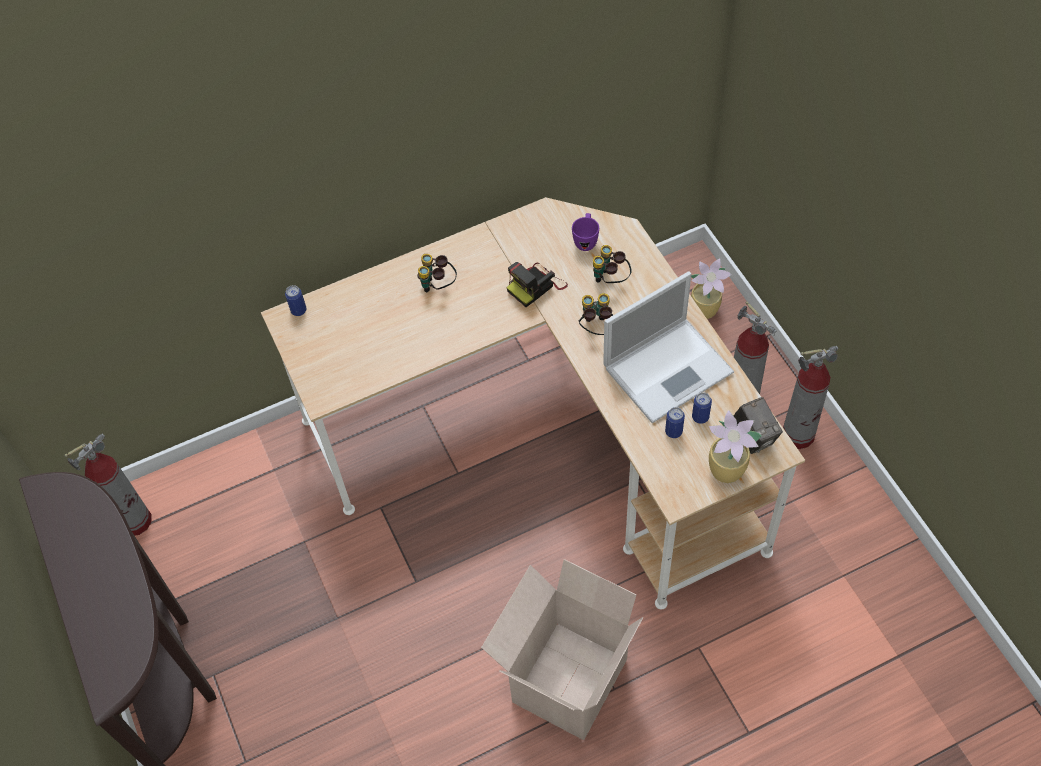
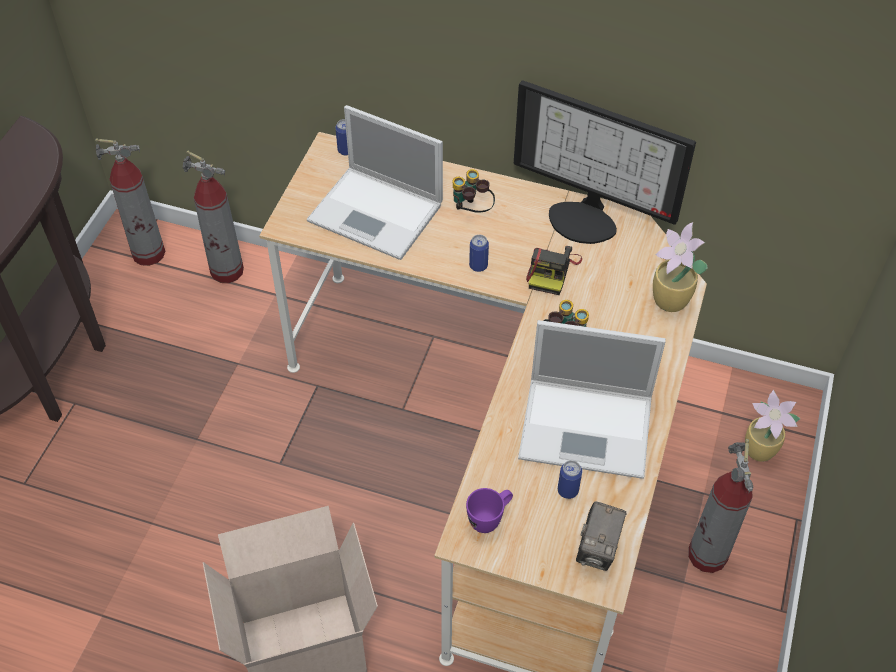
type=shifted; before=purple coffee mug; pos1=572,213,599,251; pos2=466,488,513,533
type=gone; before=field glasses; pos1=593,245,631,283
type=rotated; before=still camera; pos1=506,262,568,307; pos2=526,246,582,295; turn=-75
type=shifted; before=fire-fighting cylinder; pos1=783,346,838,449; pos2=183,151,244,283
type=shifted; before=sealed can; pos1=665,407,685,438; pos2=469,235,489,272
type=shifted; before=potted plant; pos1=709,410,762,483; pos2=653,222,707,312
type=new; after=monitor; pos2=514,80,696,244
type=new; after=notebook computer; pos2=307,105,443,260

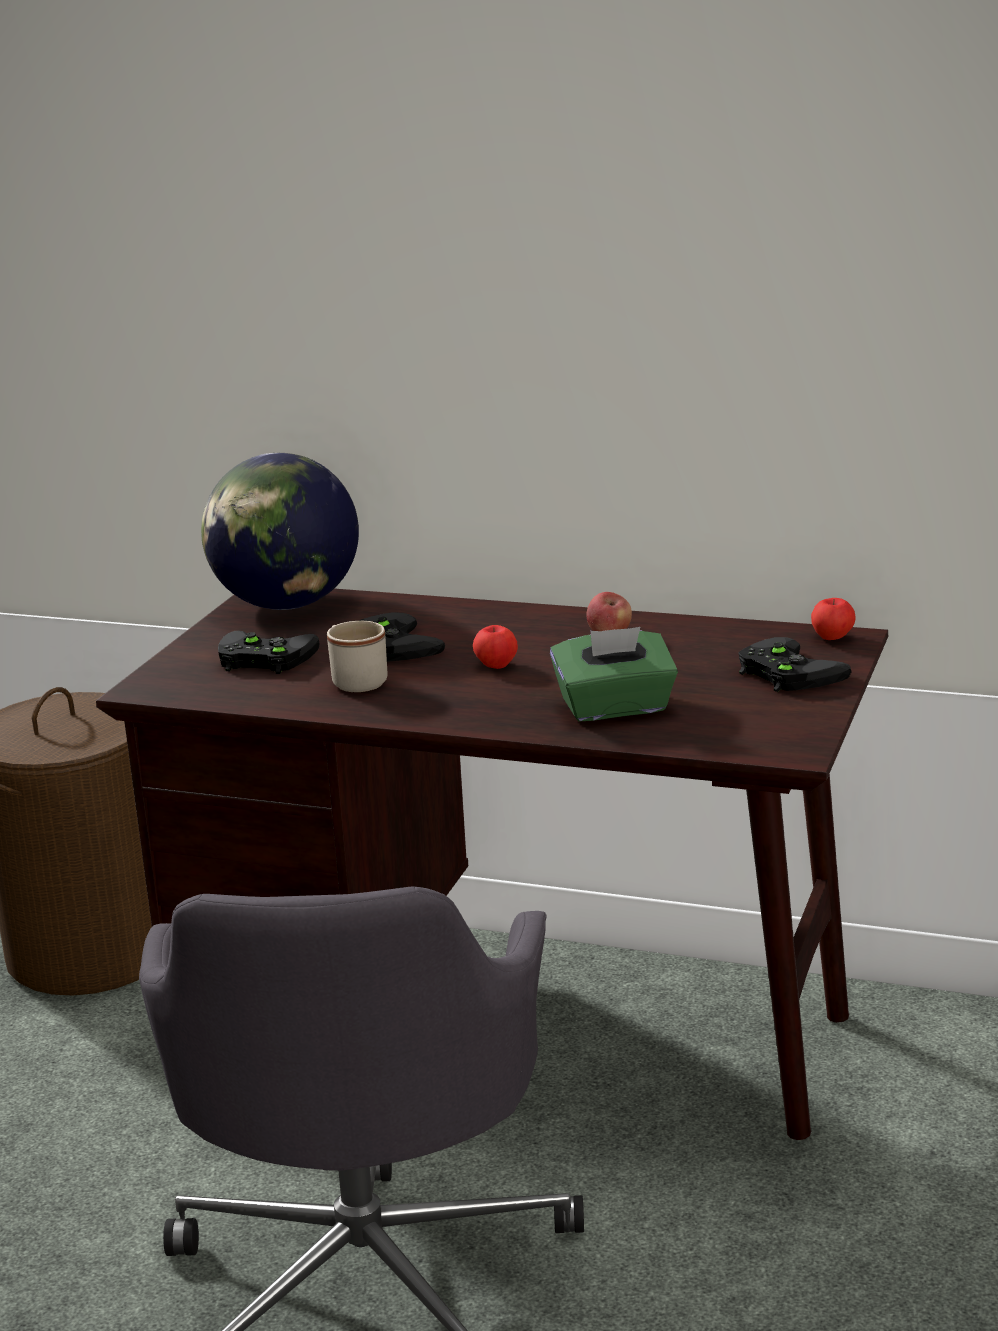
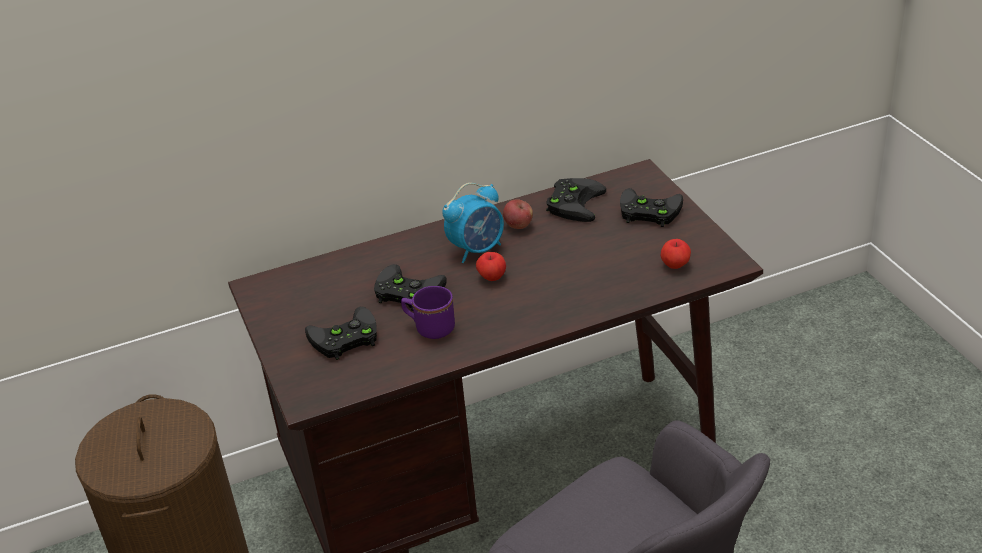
type=gone; before=desk globe; pos1=201,453,359,610
type=shifted; before=whole apple; pos1=811,598,856,640; pos2=661,239,691,269
type=repainted; before=beige coffee mug; after=purple coffee mug; pos1=327,621,387,692; pos2=401,286,455,339
type=gone; before=green-coloured tissue box; pos1=550,627,678,722
type=new; after=black gamepad; pos2=546,178,606,222
type=new; after=alarm clock; pos2=442,183,504,263

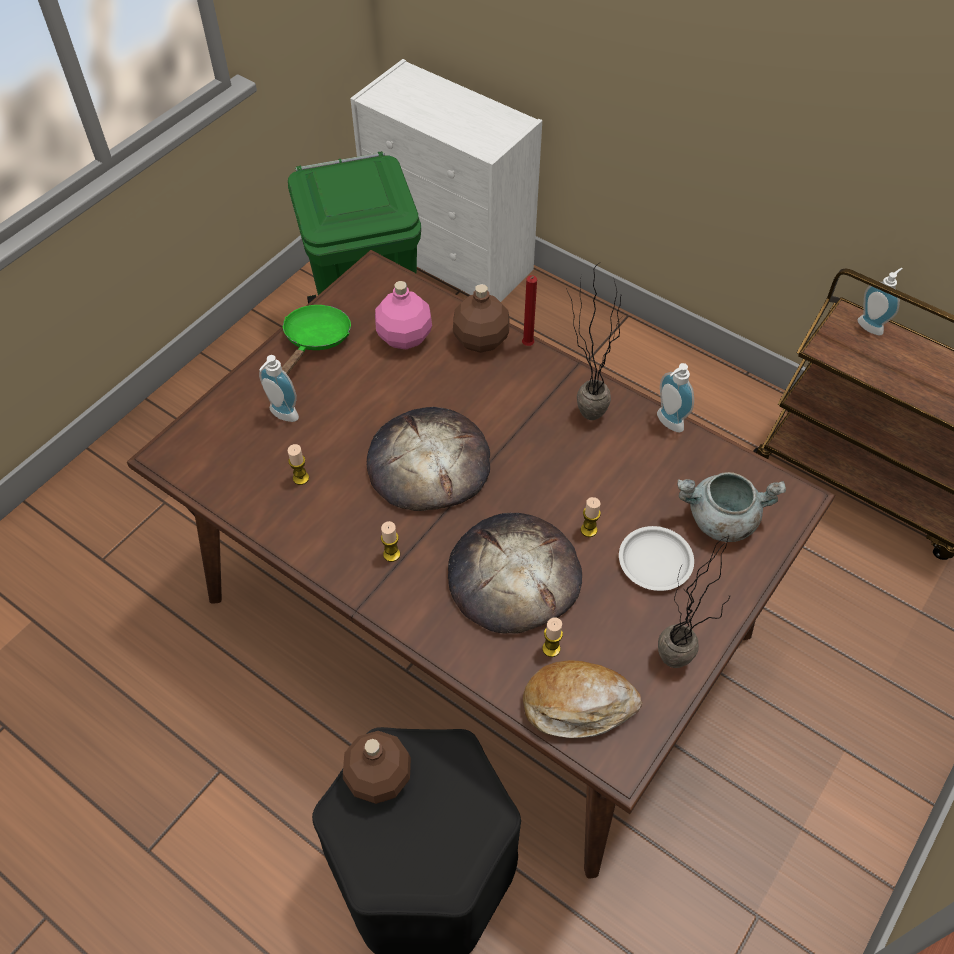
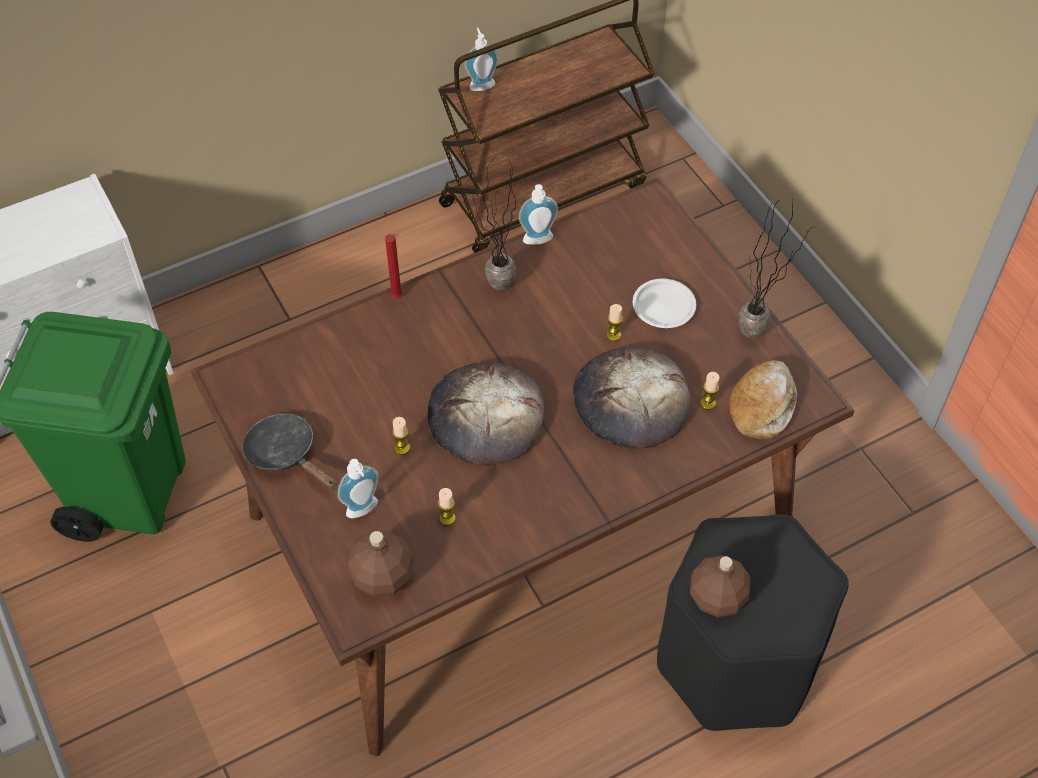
type=gone; before=pink bottle; pos1=375,281,432,349
type=shifted; before=brown-coloured bottle; pos1=453,284,509,353; pos2=348,531,414,597
type=repainted; before=green-coloured skillet; after=black skillet; pos1=282,305,351,375; pos2=242,414,337,489
type=gone; before=grey cooking pot; pos1=677,472,786,542
type=shifted; before=wax light; pos1=381,521,400,562; pos2=392,417,410,455

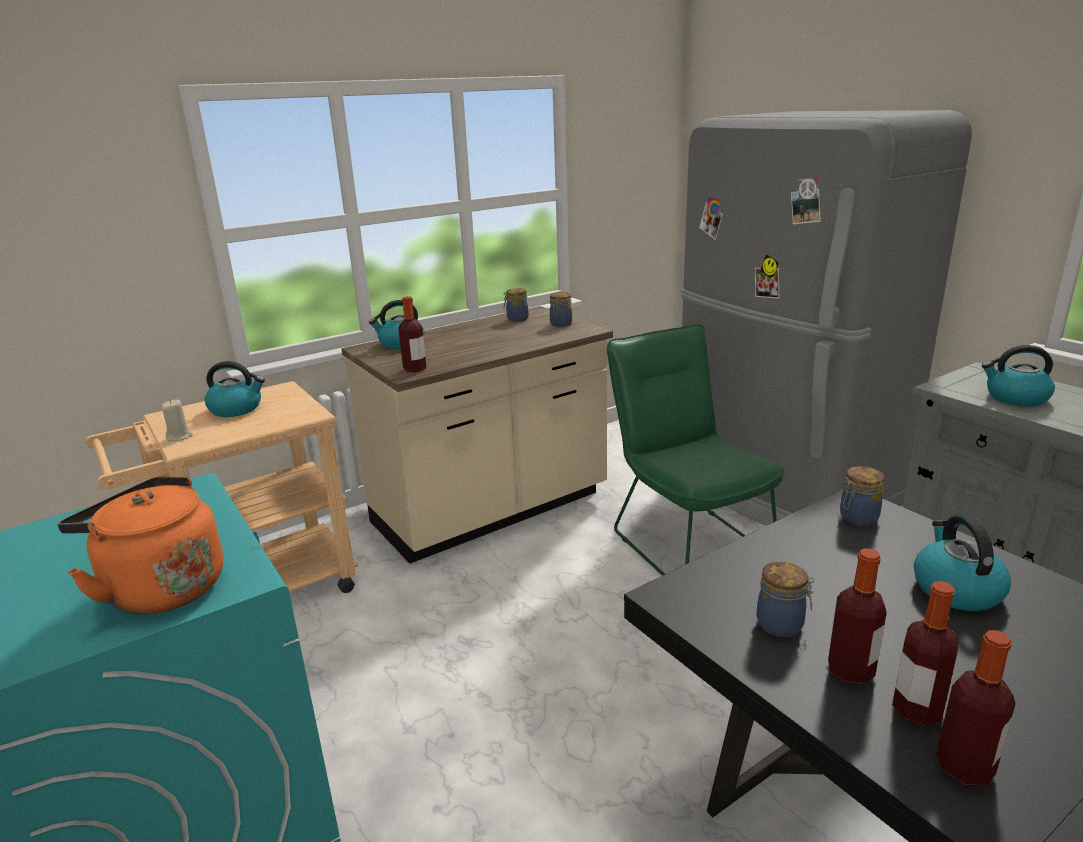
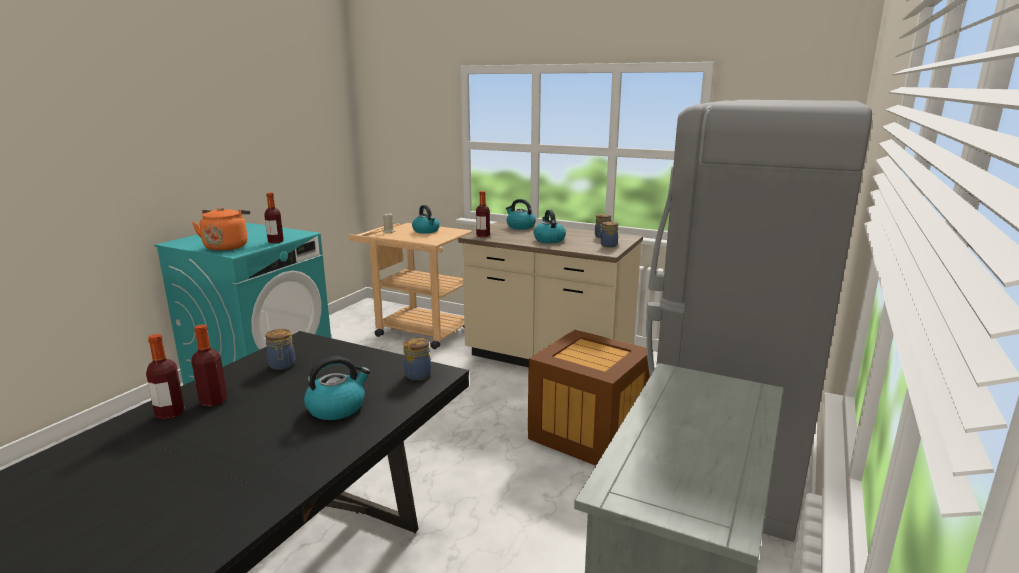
type=swapped; before=green-coloured upright chair; after=shipping crate; pos1=607,324,785,576; pos2=528,330,650,466
type=shifted; before=water kettle; pos1=982,345,1055,406; pos2=534,210,566,243
type=shifted; before=bottle; pos1=828,548,887,684; pos2=264,193,284,243

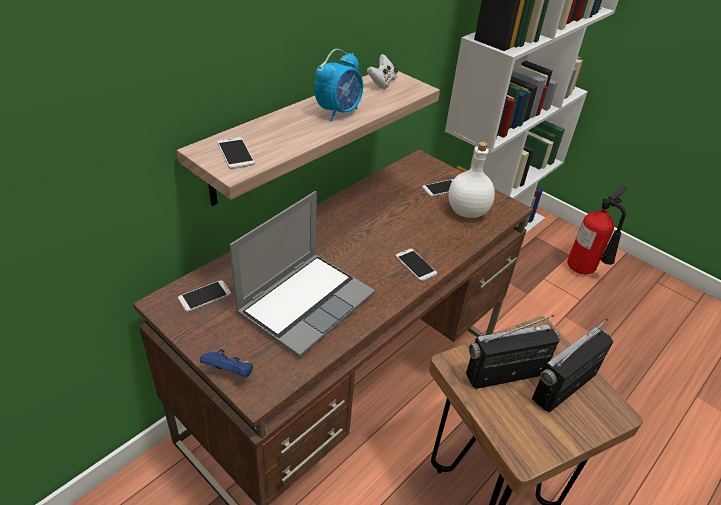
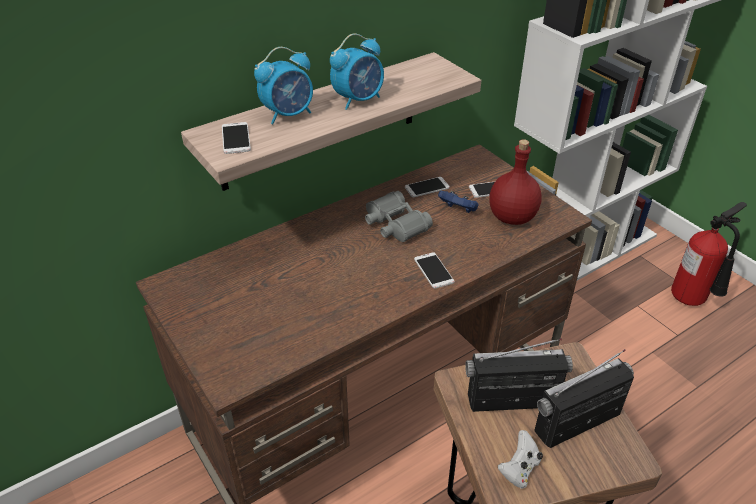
type=shifted; before=white-coloured gamepad; pos1=367,54,398,89; pos2=498,430,543,489
type=repainted; before=white-coloured bottle; after=red bottle; pos1=448,142,495,218; pos2=489,139,542,225
type=gone; before=notebook computer; pos1=230,191,375,358
type=shifted; before=handset; pos1=178,280,231,312; pos2=405,177,450,197
type=shifted; before=bluish gamepad; pos1=200,349,253,377; pos2=438,191,478,213
type=new; after=alarm clock; pos2=254,47,313,125
type=new; after=grey field glasses; pos2=365,191,433,242

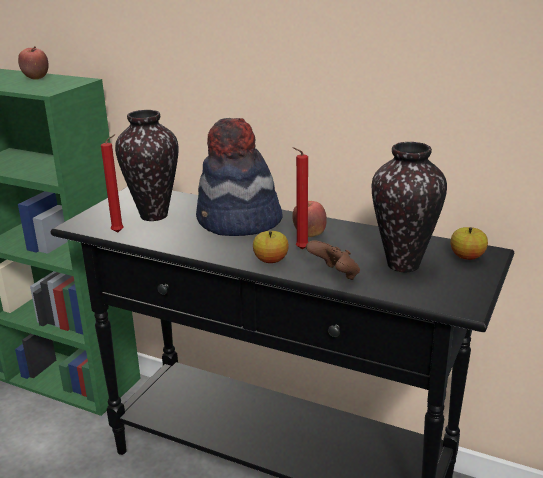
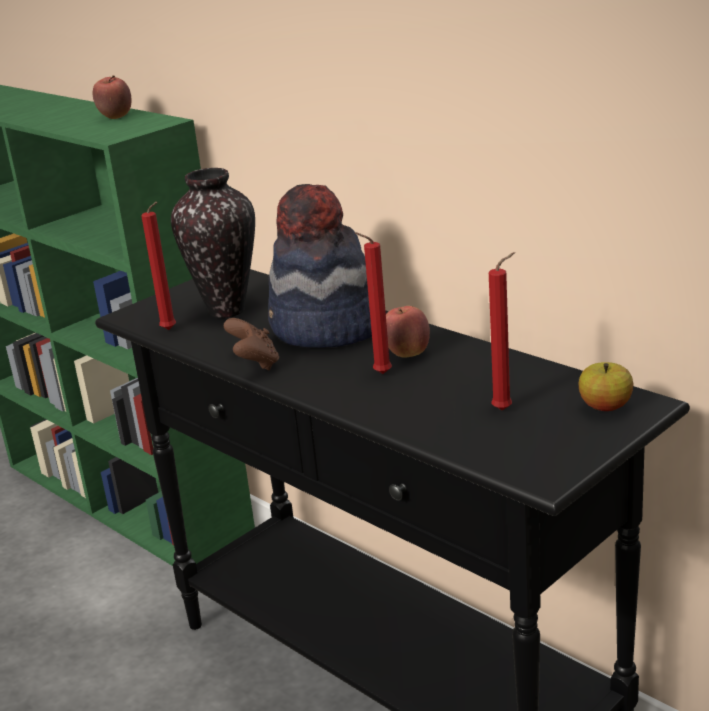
type=swapped; before=vase; after=red wax light; pos1=372,142,447,272; pos2=489,252,515,410
type=gone; before=whole apple; pos1=253,231,289,263
type=shifted; before=brown-coloured gamepad; pos1=306,240,360,280; pos2=224,318,279,370

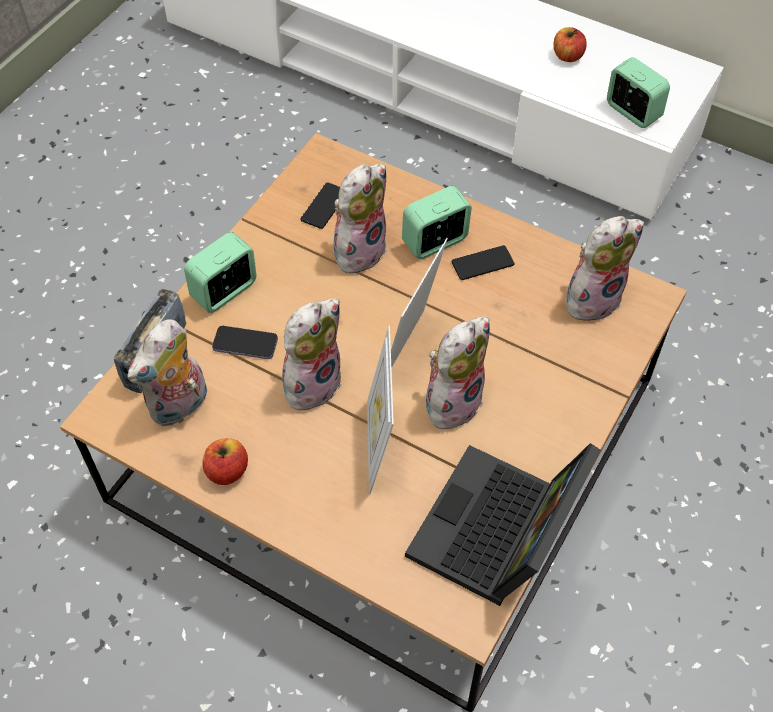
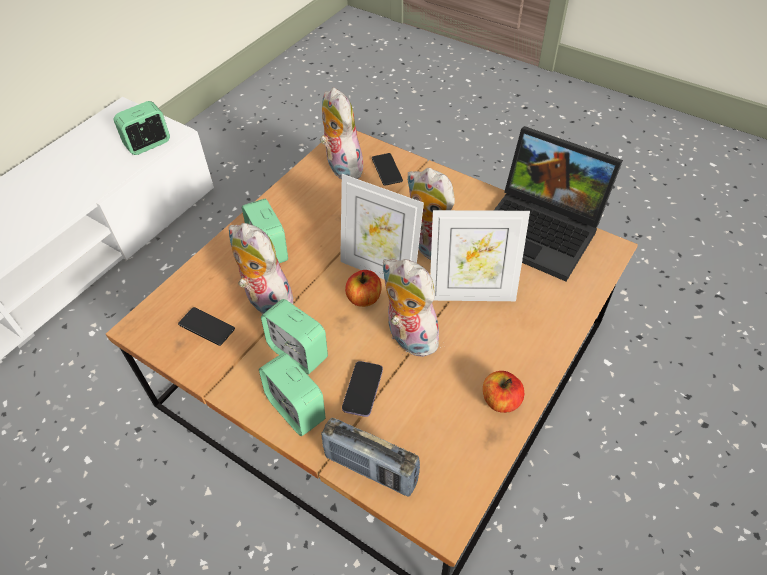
type=shifted; before=whole apple; pos1=554,27,587,62; pos2=345,270,382,307
type=shifted; before=handset; pos1=451,245,515,280; pos2=372,153,403,186
type=gone; before=cuddly toy; pos1=127,319,207,426
type=new; after=alarm clock; pos2=261,299,328,375

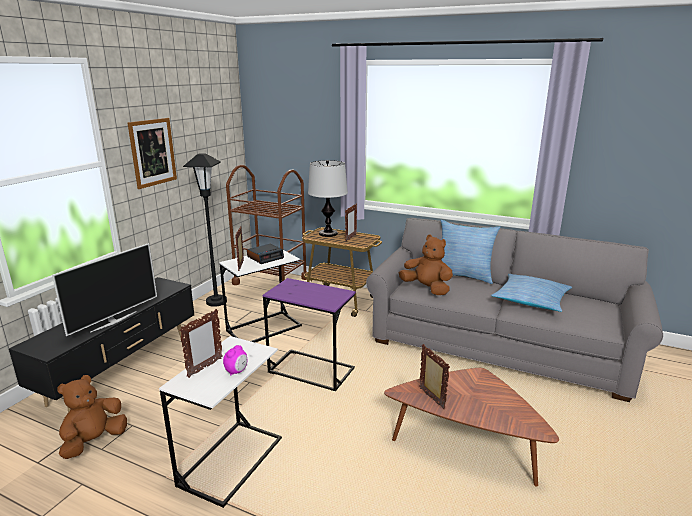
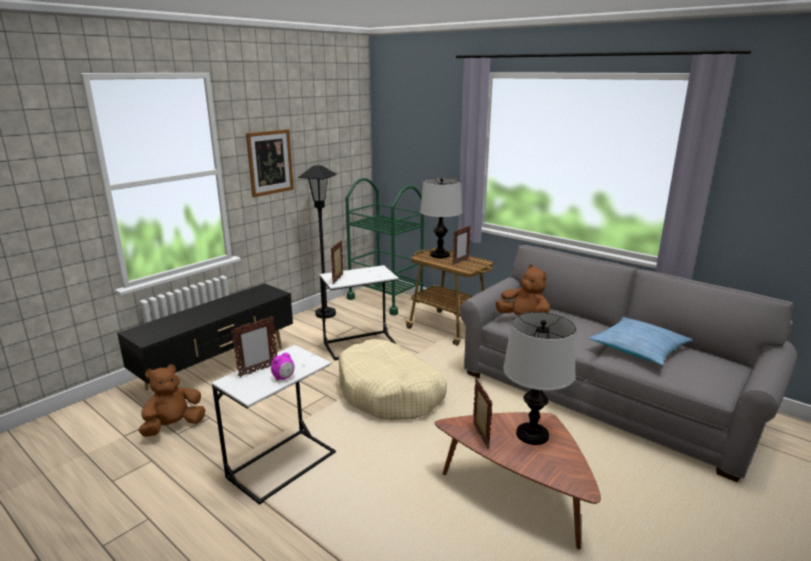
type=repainted; before=brown-coloured trolley; after=green-coloured trolley; pos1=226,165,307,285; pos2=345,178,424,315
type=gone; before=pillow; pos1=441,220,500,284
type=gone; before=television; pos1=52,243,157,336
type=gone; before=alarm clock; pos1=247,244,284,264
type=swapped; before=purple side table; after=beige dog bed; pos1=263,278,356,391; pos2=339,339,447,420
type=new; after=tabletop lamp; pos2=503,312,576,445

